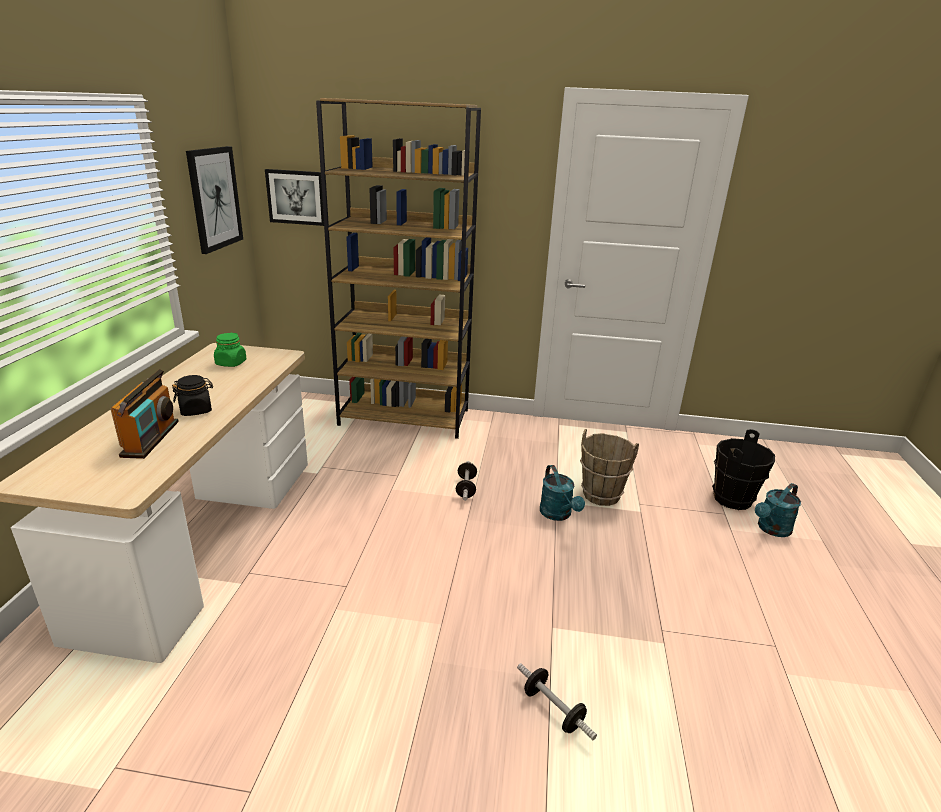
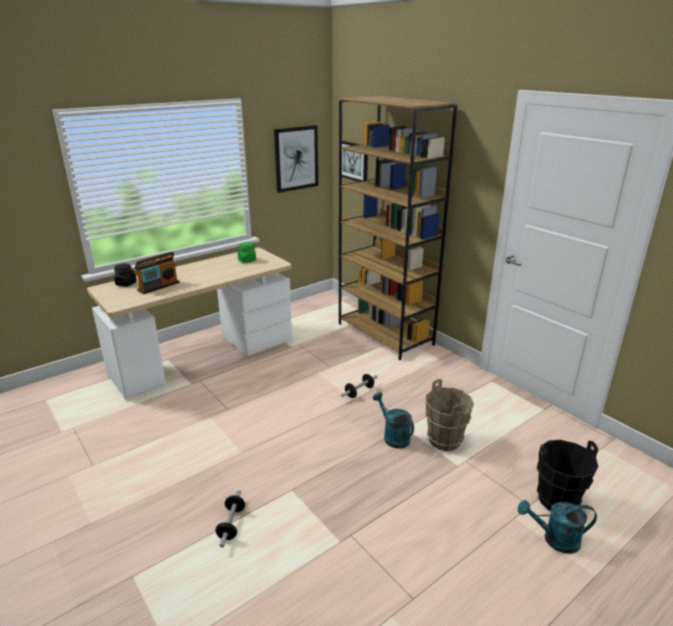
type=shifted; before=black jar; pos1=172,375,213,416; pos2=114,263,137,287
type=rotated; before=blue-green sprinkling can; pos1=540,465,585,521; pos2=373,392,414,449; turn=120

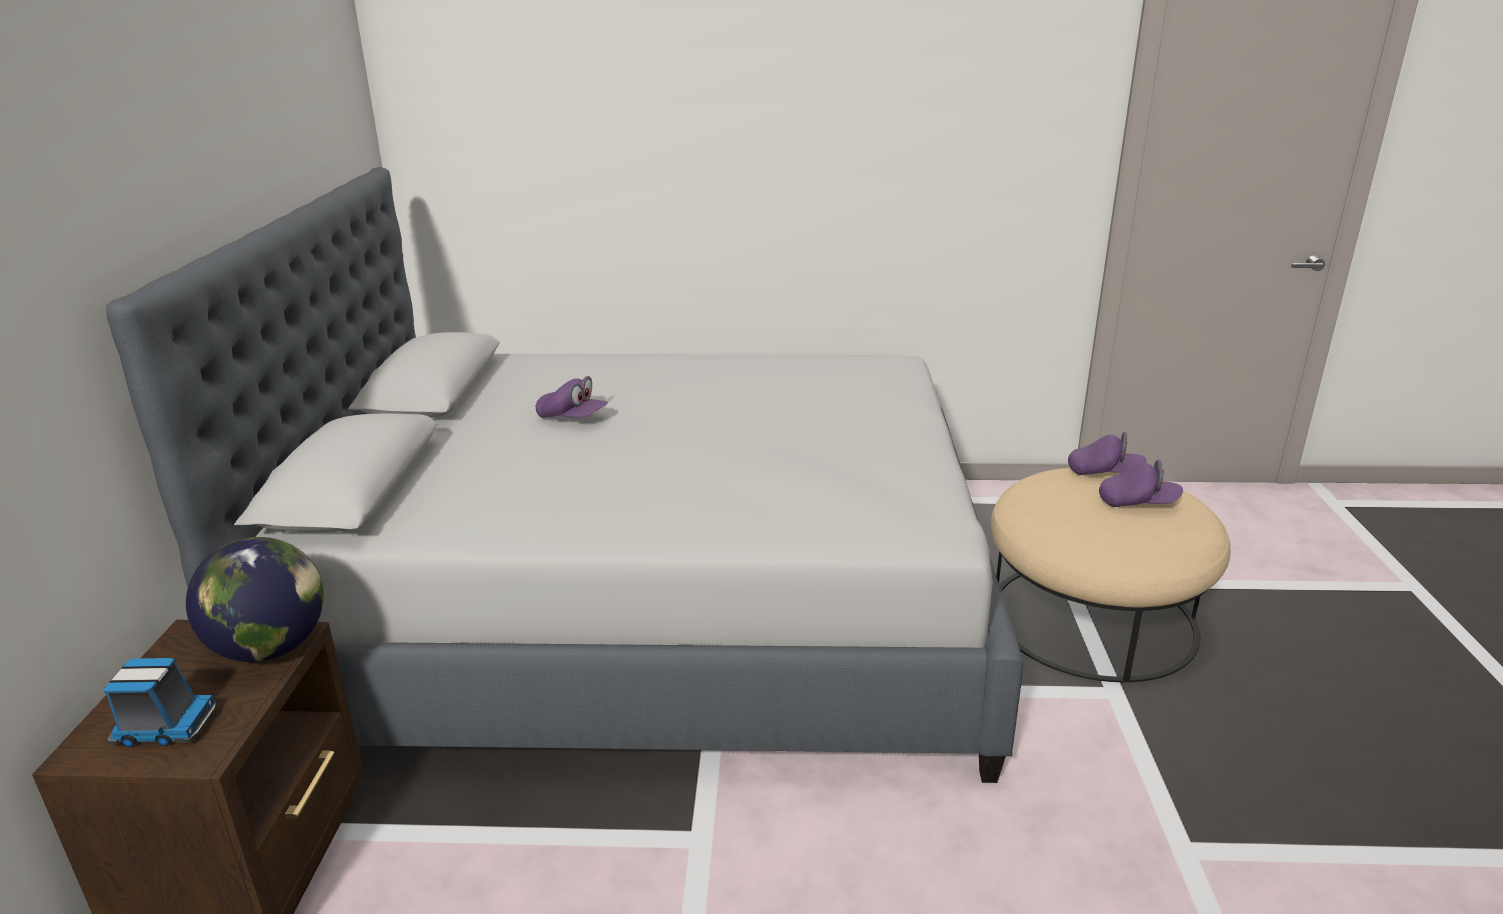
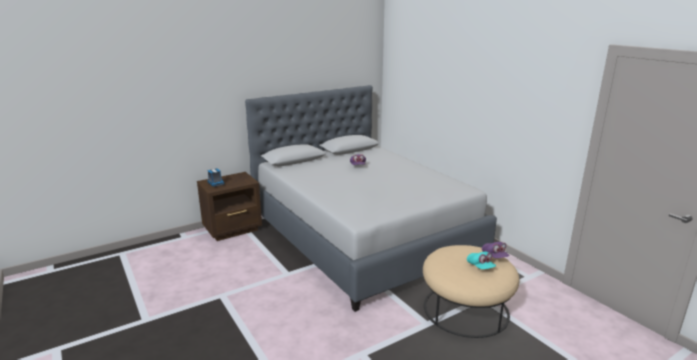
type=repainted; before=purple cap; after=blue-green cap; pos1=1099,460,1183,507; pos2=467,252,496,269
type=gone; before=desk globe; pos1=186,537,324,662

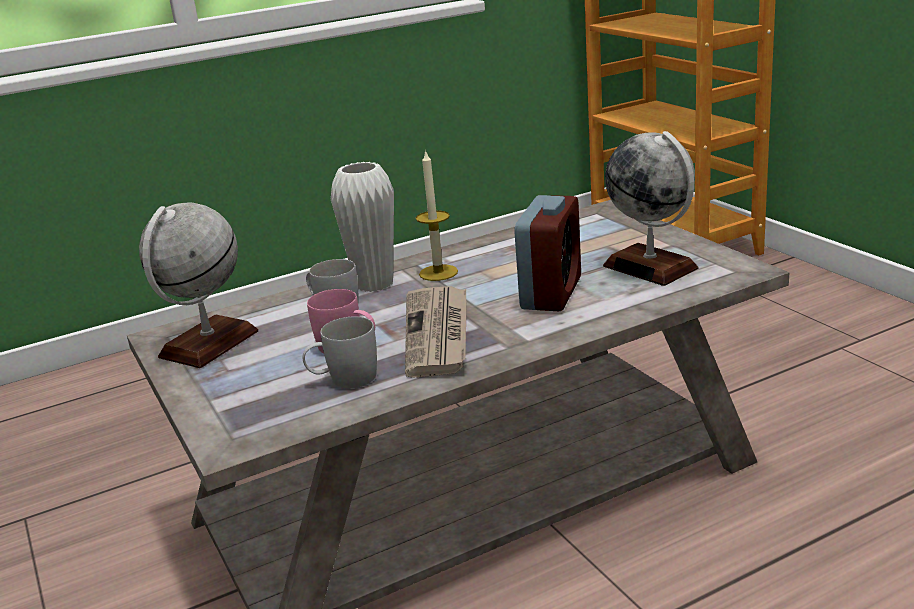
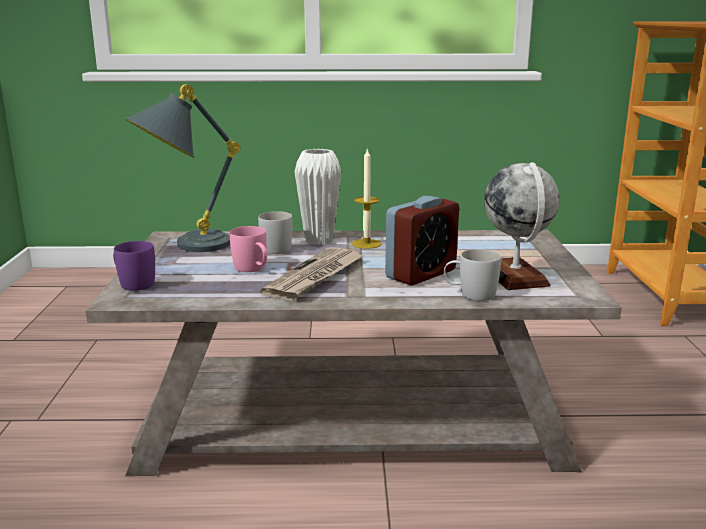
type=swapped; before=desk globe; after=grey tabletop lamp; pos1=139,203,258,368; pos2=125,84,240,252
type=shifted; before=white-coloured coffee mug; pos1=303,316,377,388; pos2=444,249,501,301
type=new; after=purple coffee mug; pos2=113,241,155,291

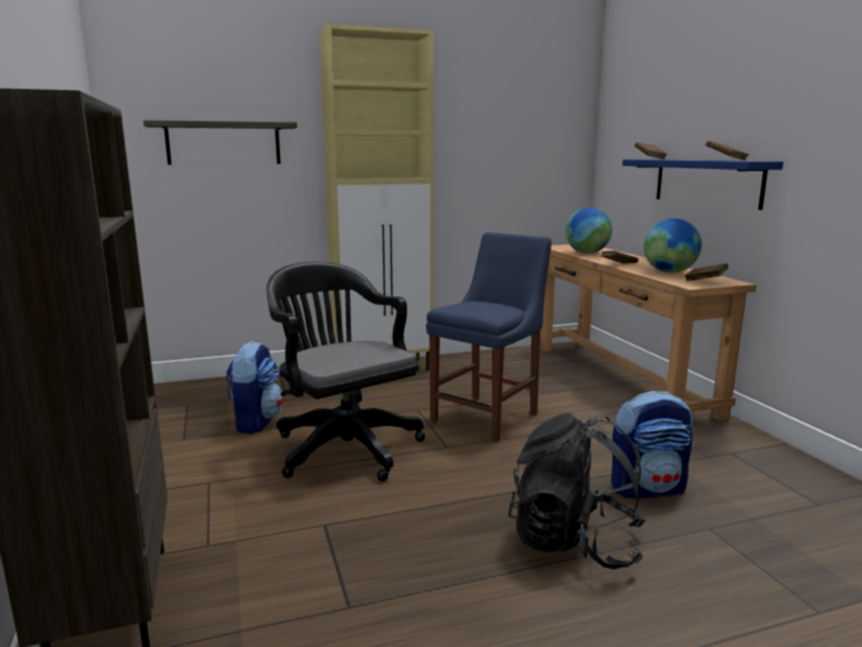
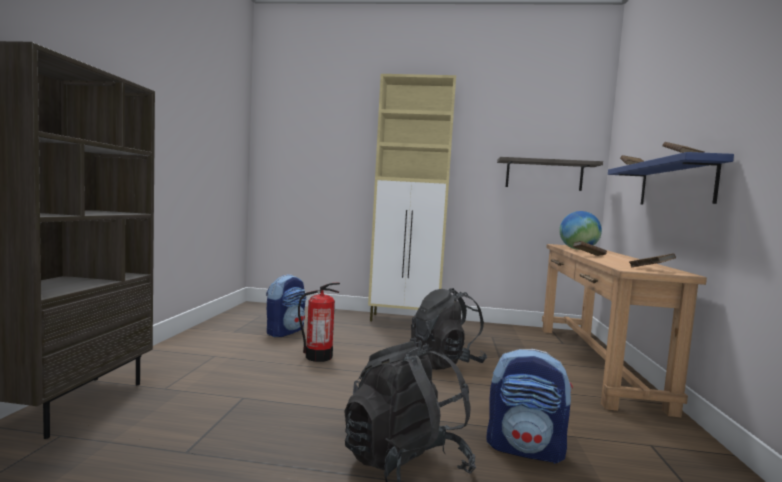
type=shifted; before=shelf; pos1=143,120,297,165; pos2=497,157,603,191
type=gone; before=desk globe; pos1=644,218,702,273
type=swapped; before=bluish upright chair; after=black rucksack; pos1=426,232,552,442; pos2=410,288,487,370
type=swapped; before=black office chair; after=fire-fighting cylinder; pos1=266,262,425,481; pos2=298,283,340,362

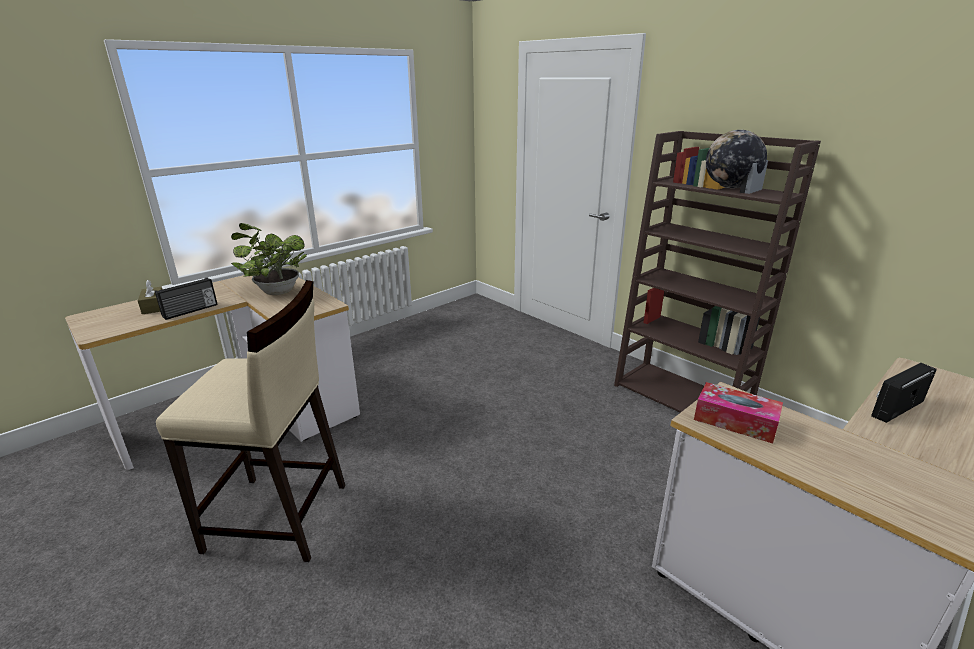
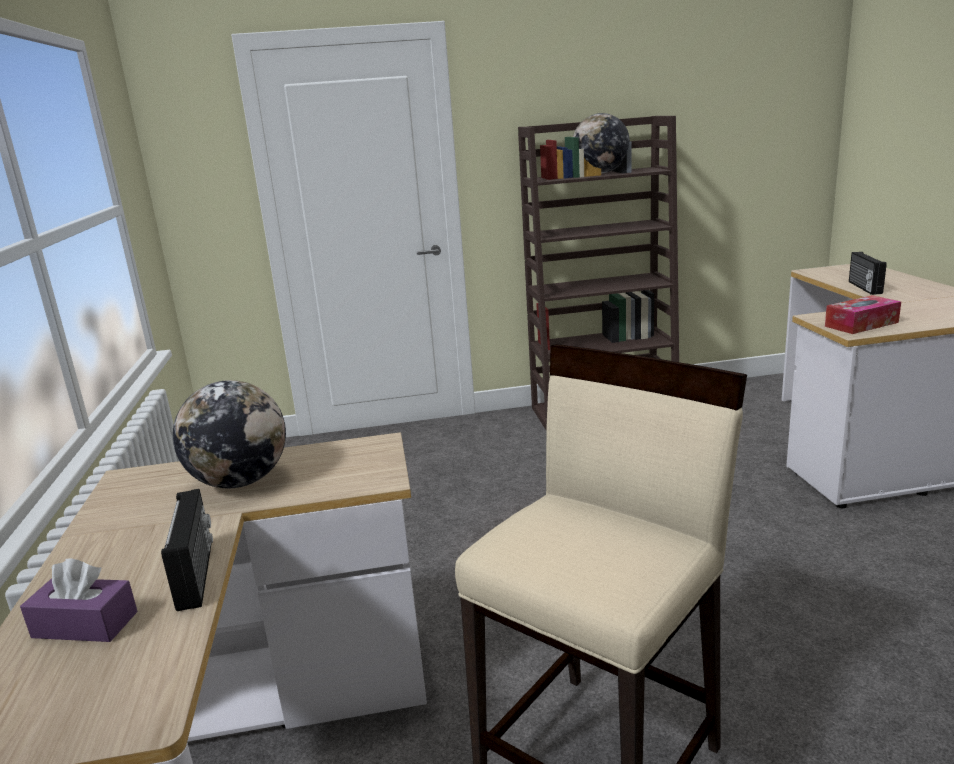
type=swapped; before=potted plant; after=desk globe; pos1=231,223,307,295; pos2=173,380,286,488
type=repainted; before=brown-coloured tissue box; after=purple tissue box; pos1=138,280,162,314; pos2=20,559,138,642

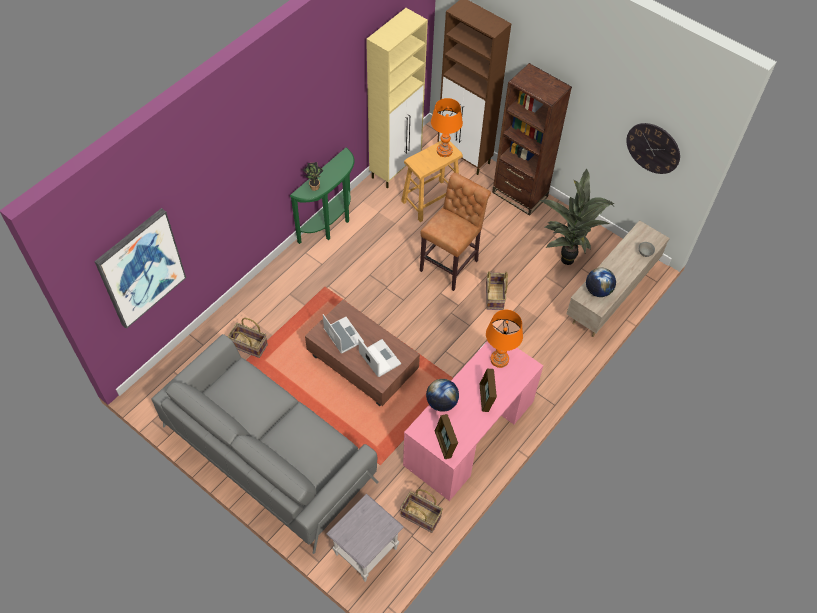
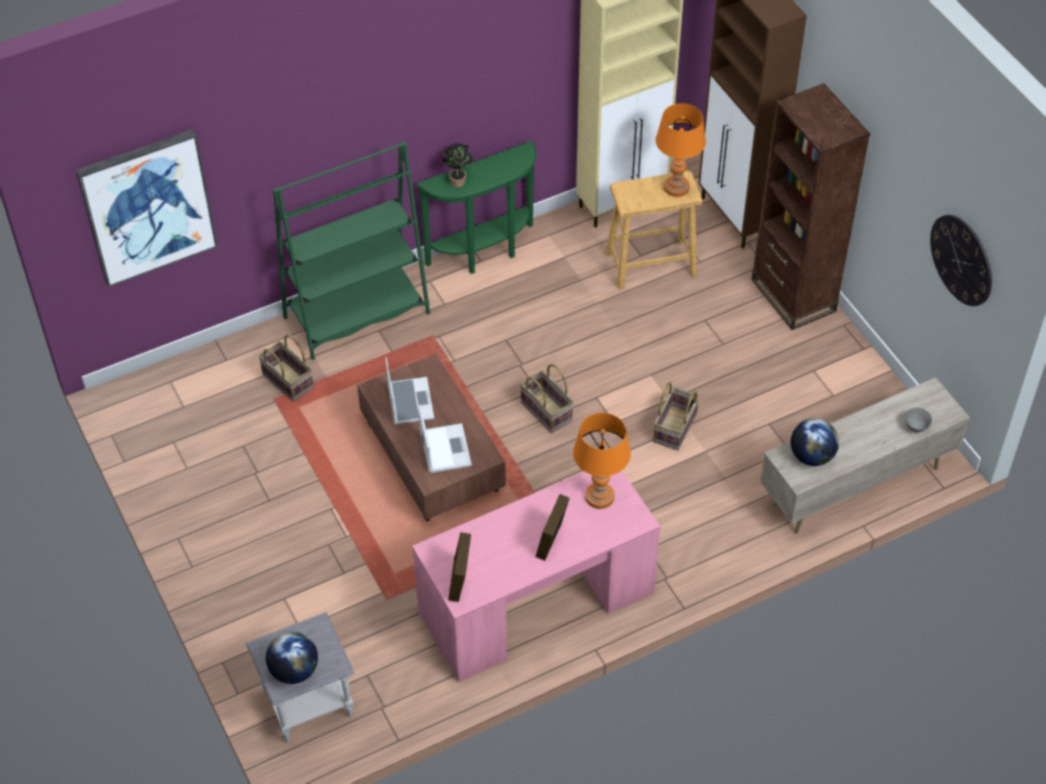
type=gone; before=potted plant; pos1=539,169,615,265
type=gone; before=brown-coloured stool; pos1=420,172,491,291
type=gone; before=grey settee; pos1=152,334,379,554
type=shifted; before=desk globe; pos1=426,379,459,412; pos2=266,631,318,684
type=shifted; before=storage basket; pos1=400,489,443,533; pos2=520,364,574,433
type=new; after=green-coloured shelving unit; pos2=273,142,430,360

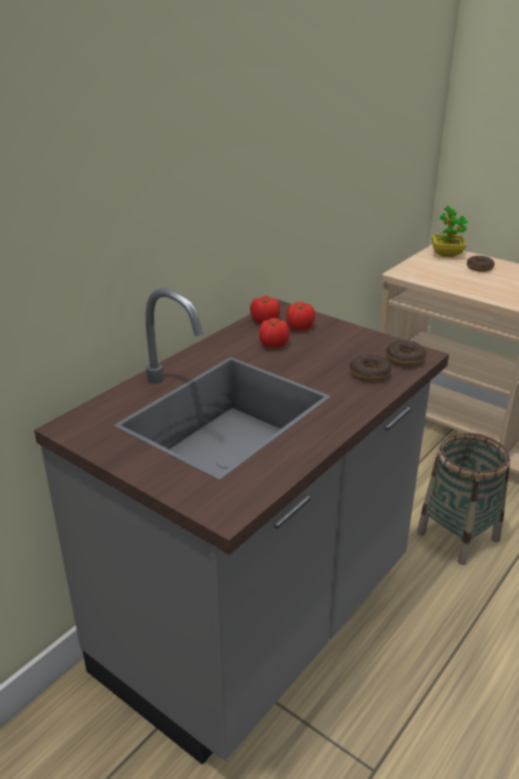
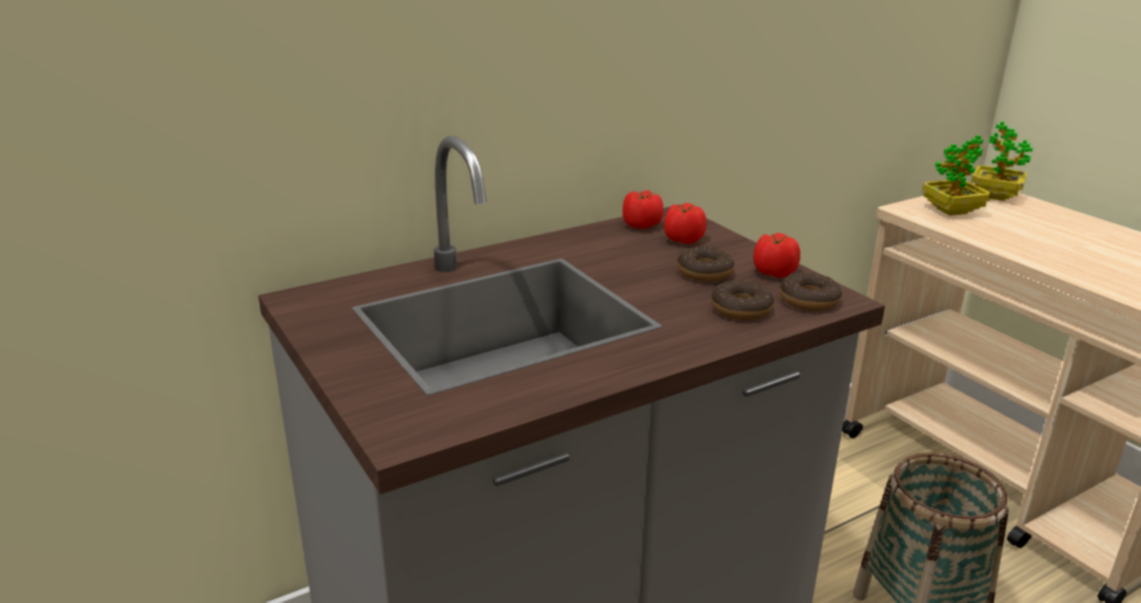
type=shifted; before=ring doughnut; pos1=467,256,495,272; pos2=677,246,735,282
type=shifted; before=whole tomato; pos1=259,318,290,348; pos2=753,233,800,278
type=new; after=potted plant; pos2=922,135,991,216

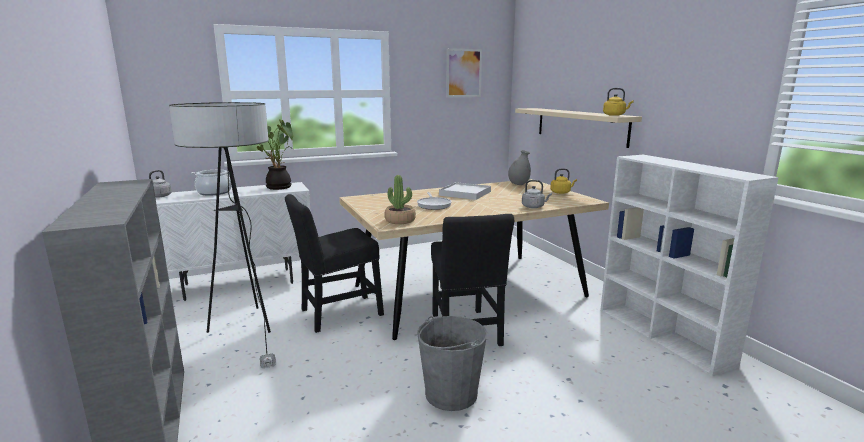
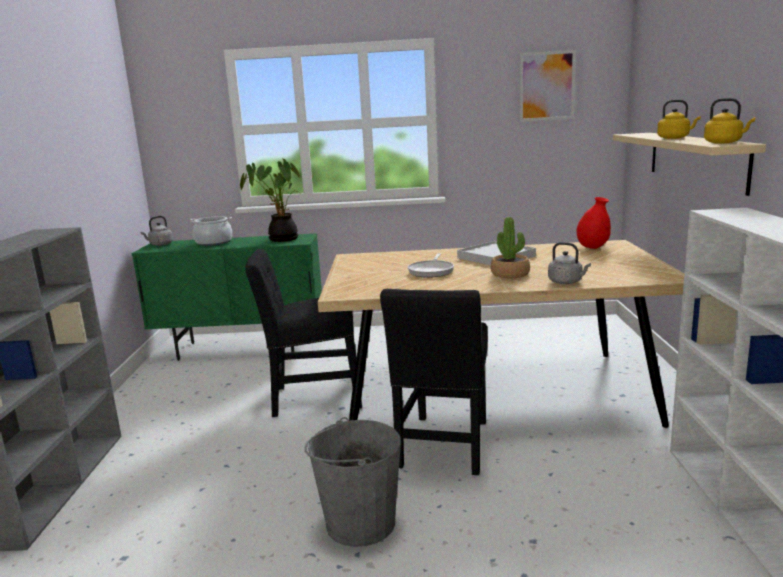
type=gone; before=floor lamp; pos1=169,102,276,368
type=repainted; before=grey vase; after=red vase; pos1=508,150,531,185; pos2=577,197,611,249
type=shifted; before=yellow water kettle; pos1=550,169,577,194; pos2=657,100,701,139
type=shifted; before=potted plant; pos1=384,175,416,224; pos2=491,217,530,278
type=repainted; before=white-coloured cabinet; after=green-coloured cabinet; pos1=155,182,311,301; pos2=132,233,322,361

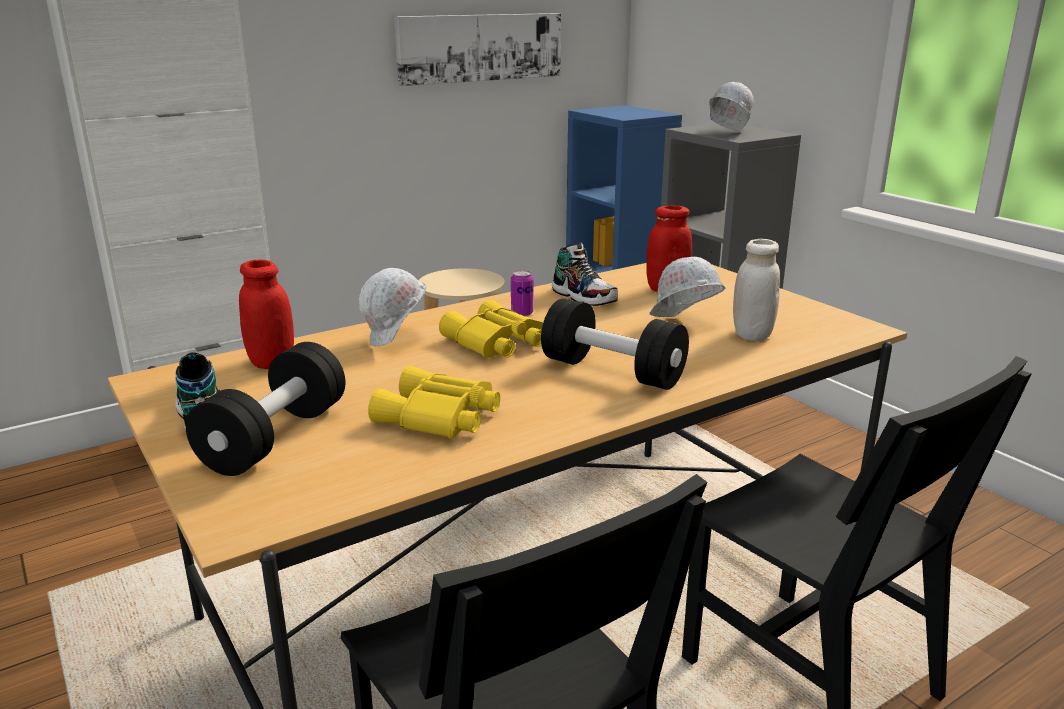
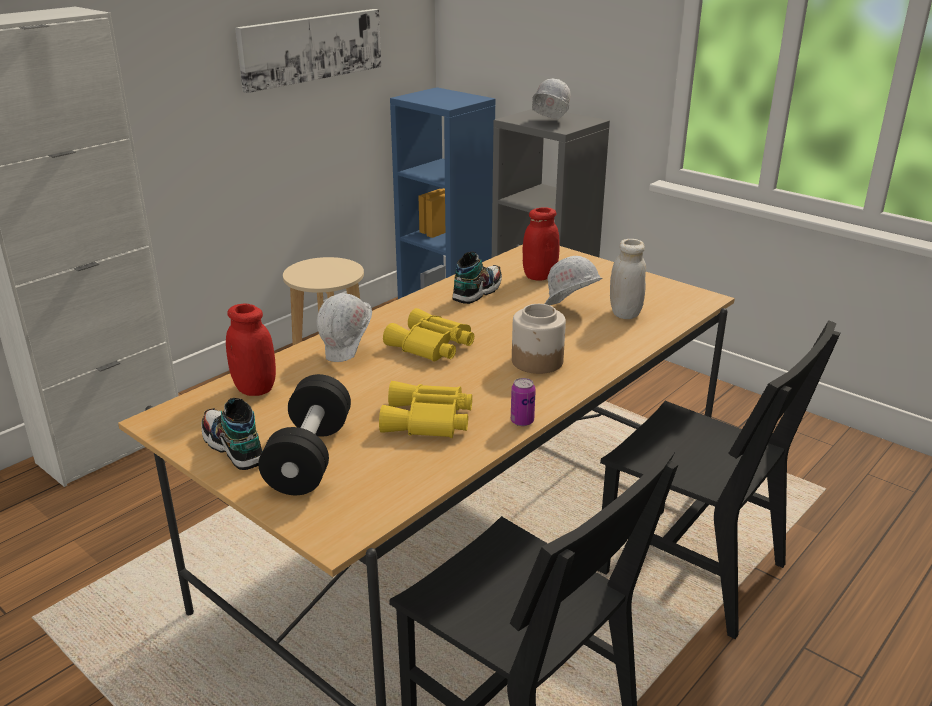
type=rotated; before=item of footwear; pos1=552,242,618,306; pos2=453,251,502,304; turn=-90
type=shifted; before=sealed can; pos1=511,270,534,316; pos2=511,378,536,426
type=swapped; before=black hand weight; after=jar; pos1=541,298,689,390; pos2=512,304,566,374

